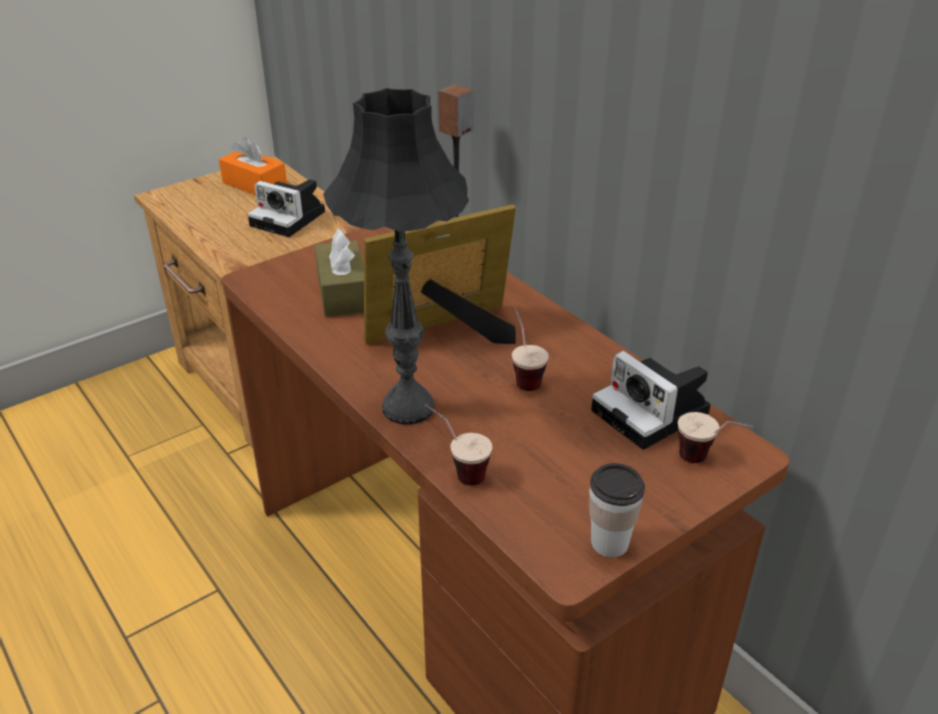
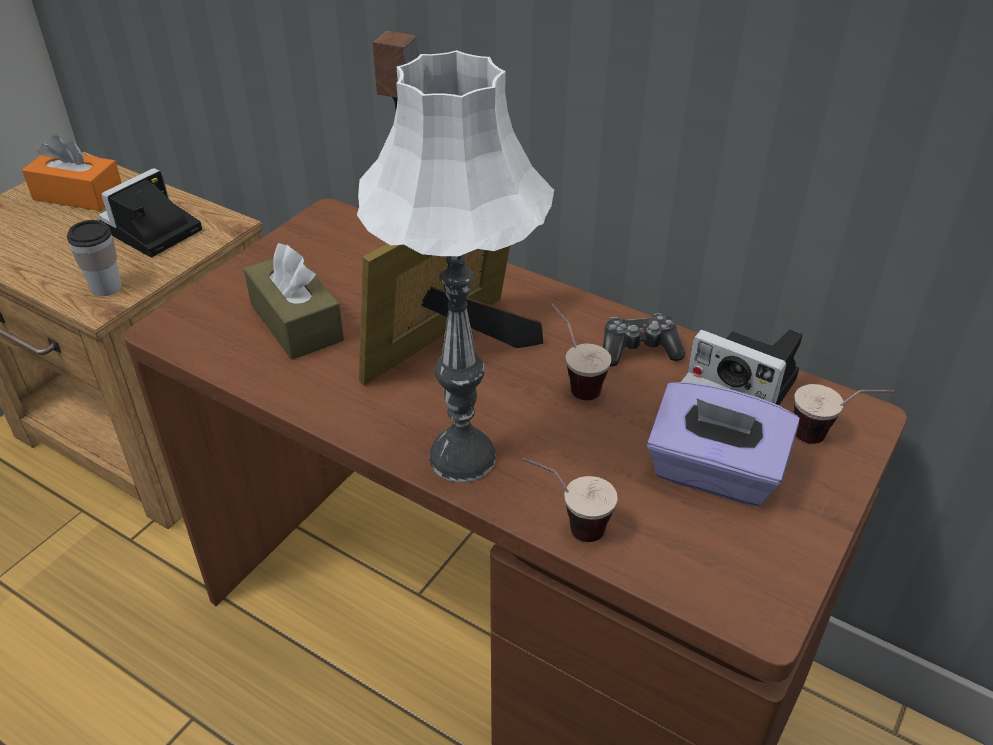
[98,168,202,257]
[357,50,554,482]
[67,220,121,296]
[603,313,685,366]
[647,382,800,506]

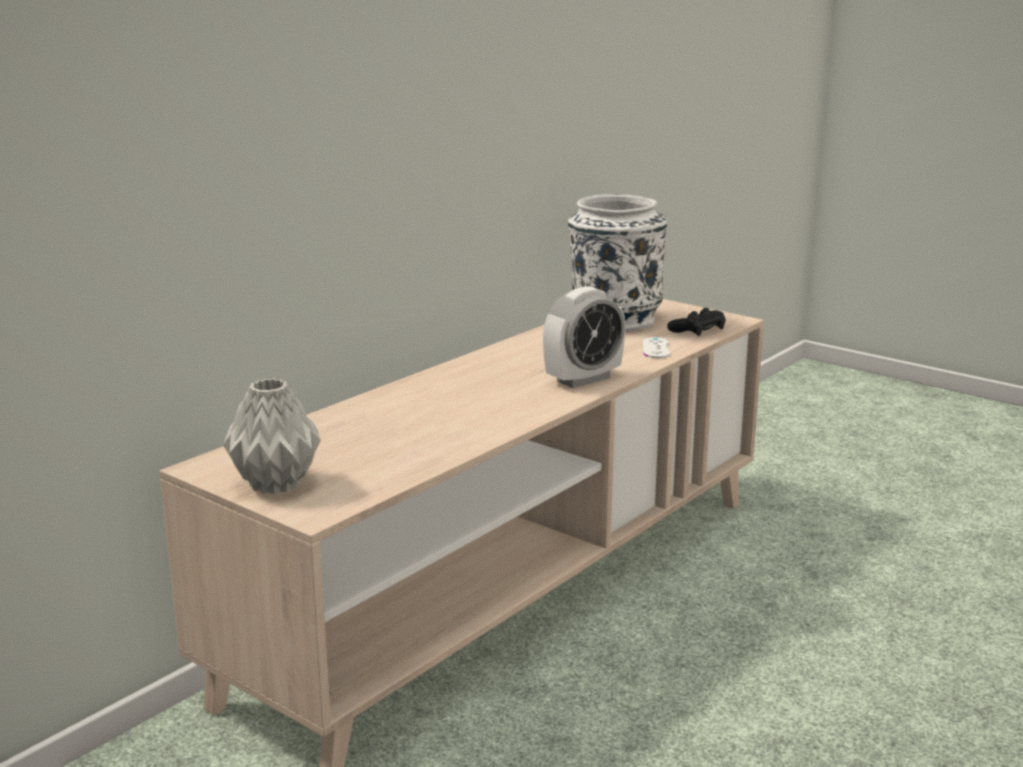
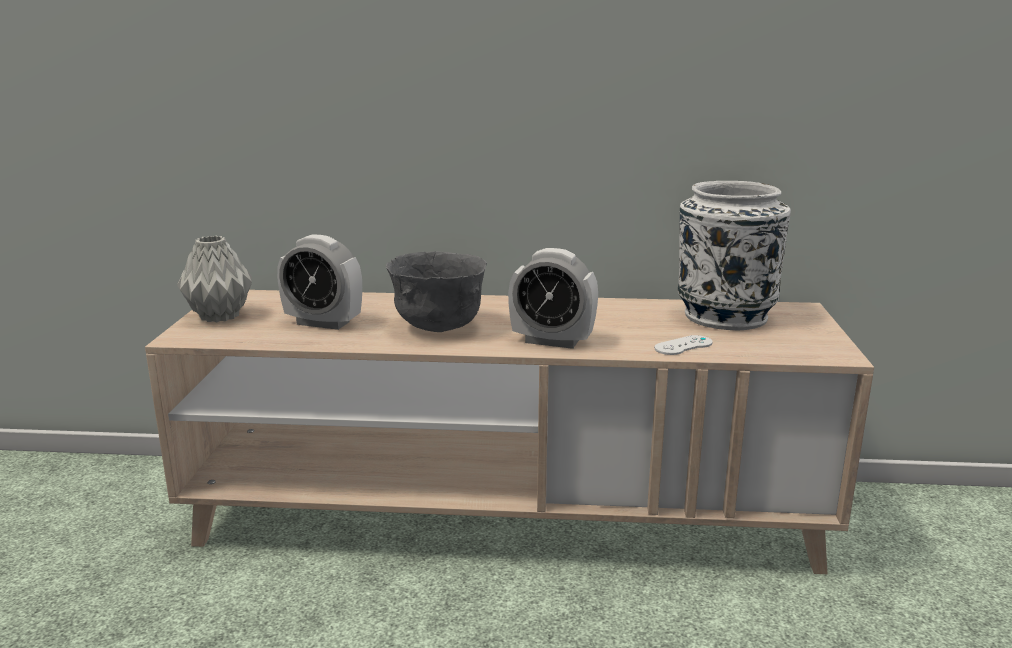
[667,308,726,336] (first image)
[277,235,362,330]
[386,251,487,332]

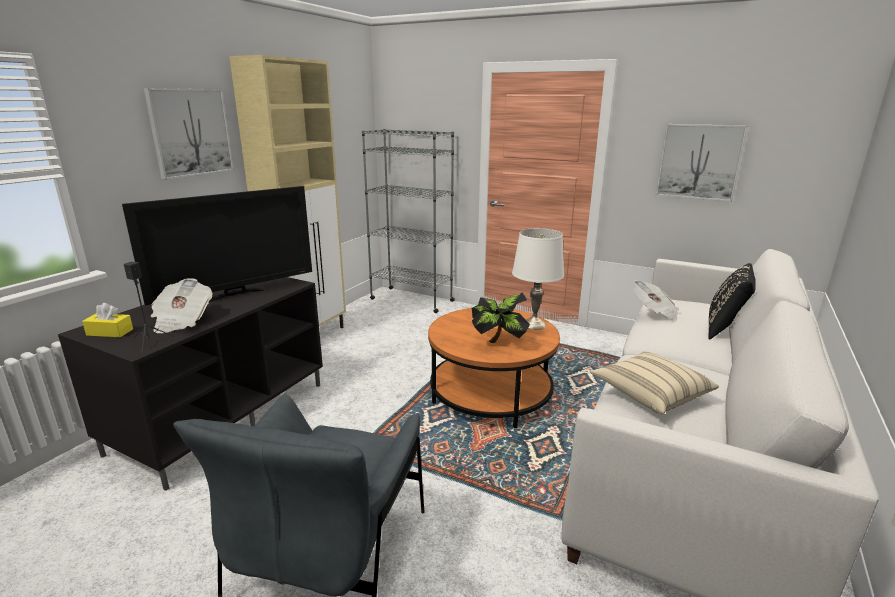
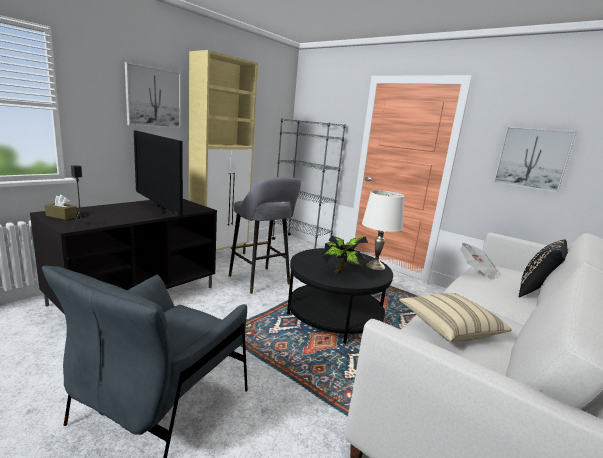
[45,195,77,220]
[134,130,183,217]
[151,278,213,333] (first image)
[287,248,393,344]
[229,177,301,294]

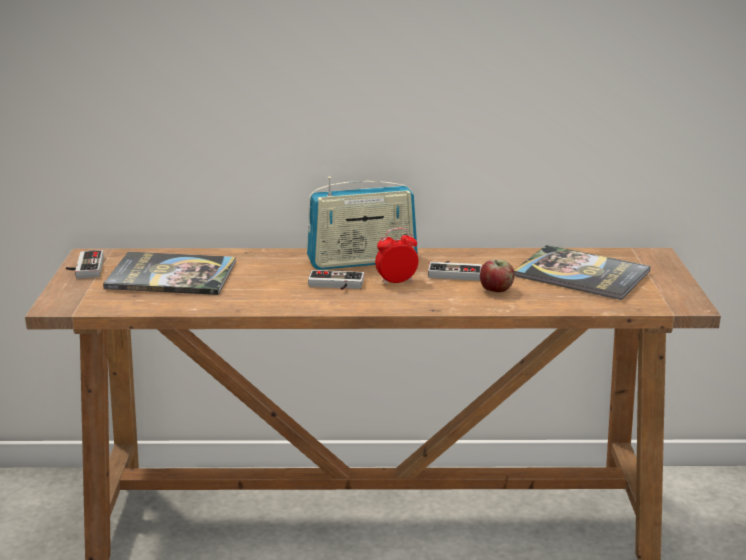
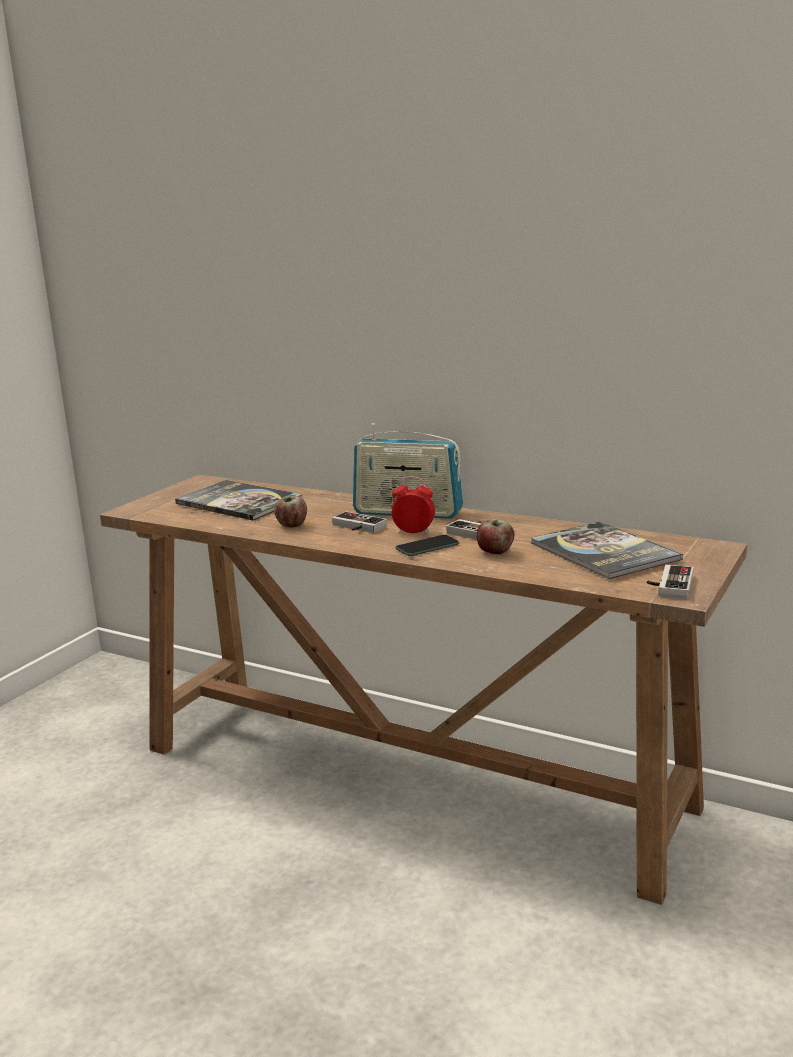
[647,564,694,599]
[274,495,307,528]
[395,535,459,556]

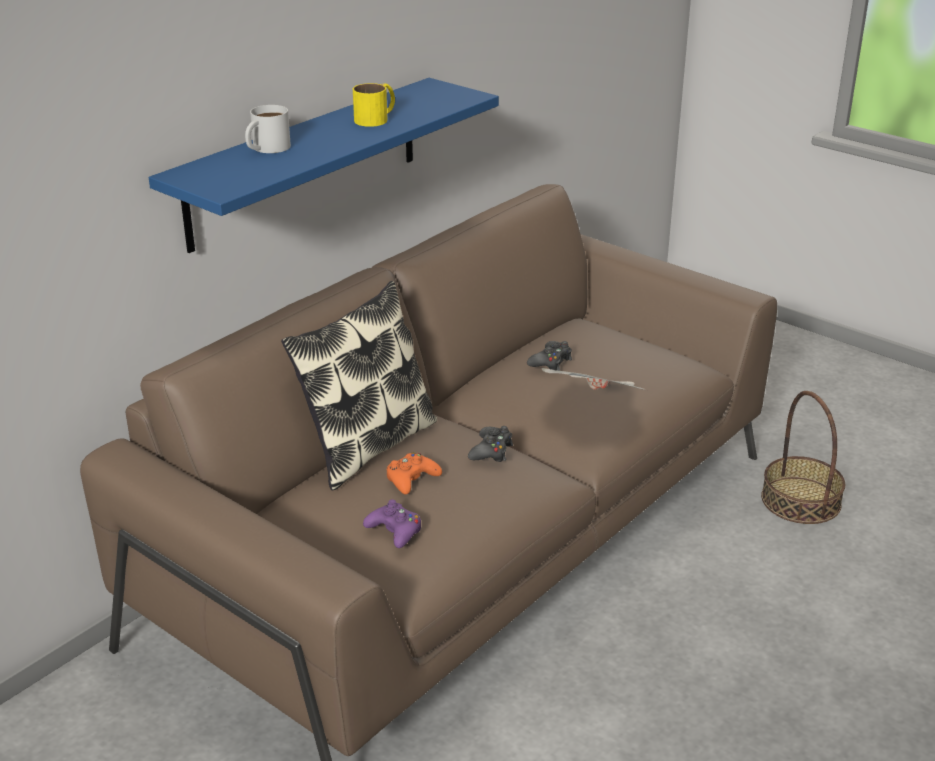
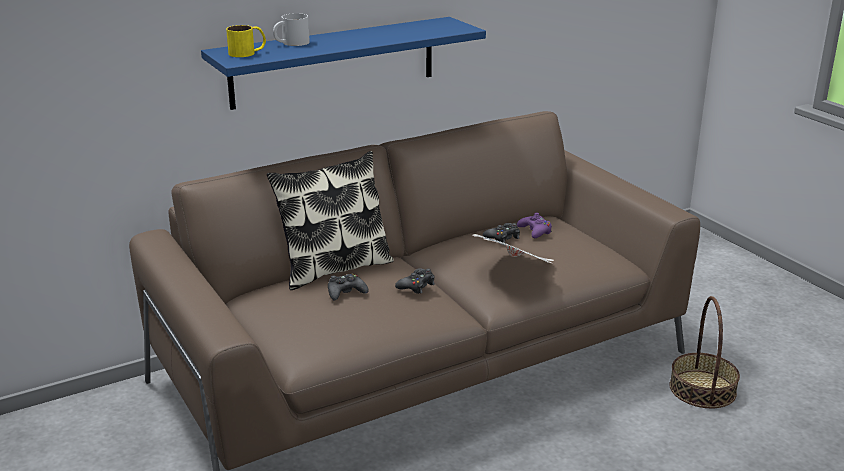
[226,25,266,57]
[517,213,552,238]
[328,274,368,300]

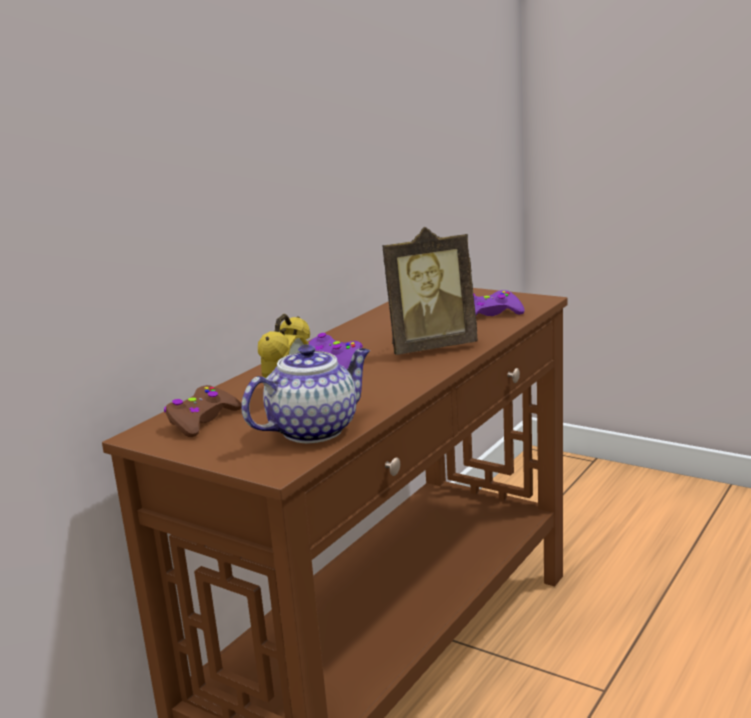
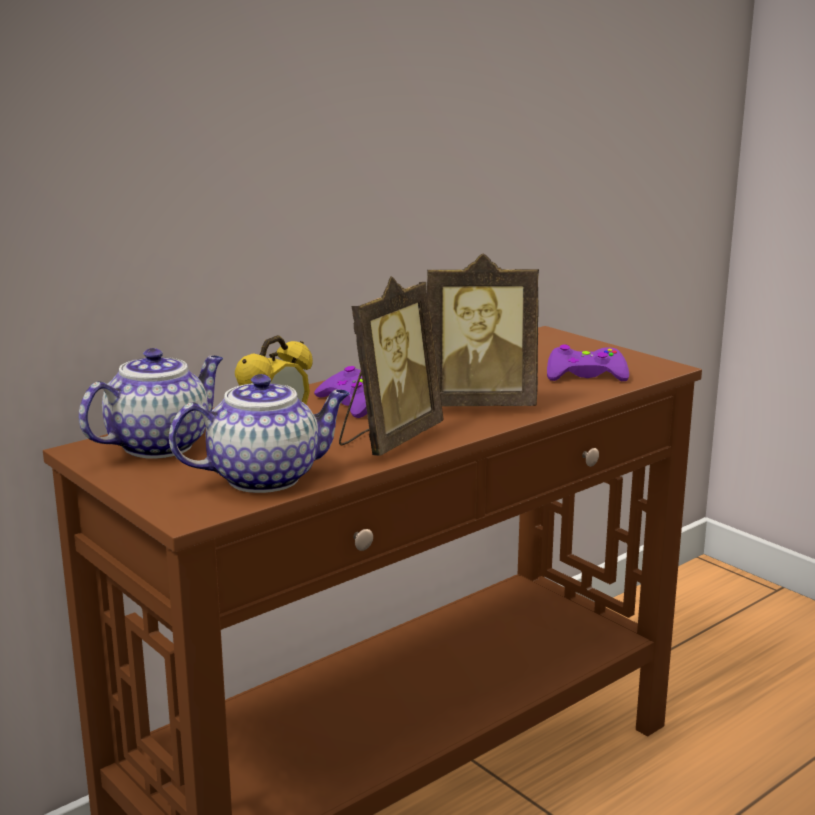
[79,348,223,459]
[339,276,443,456]

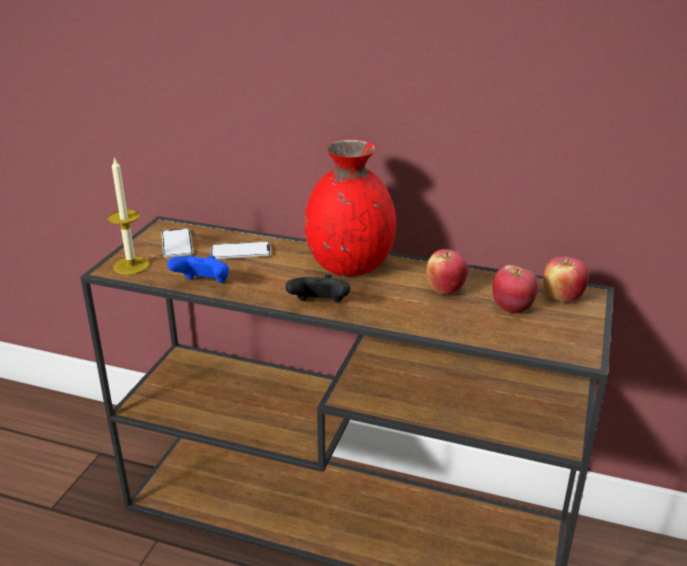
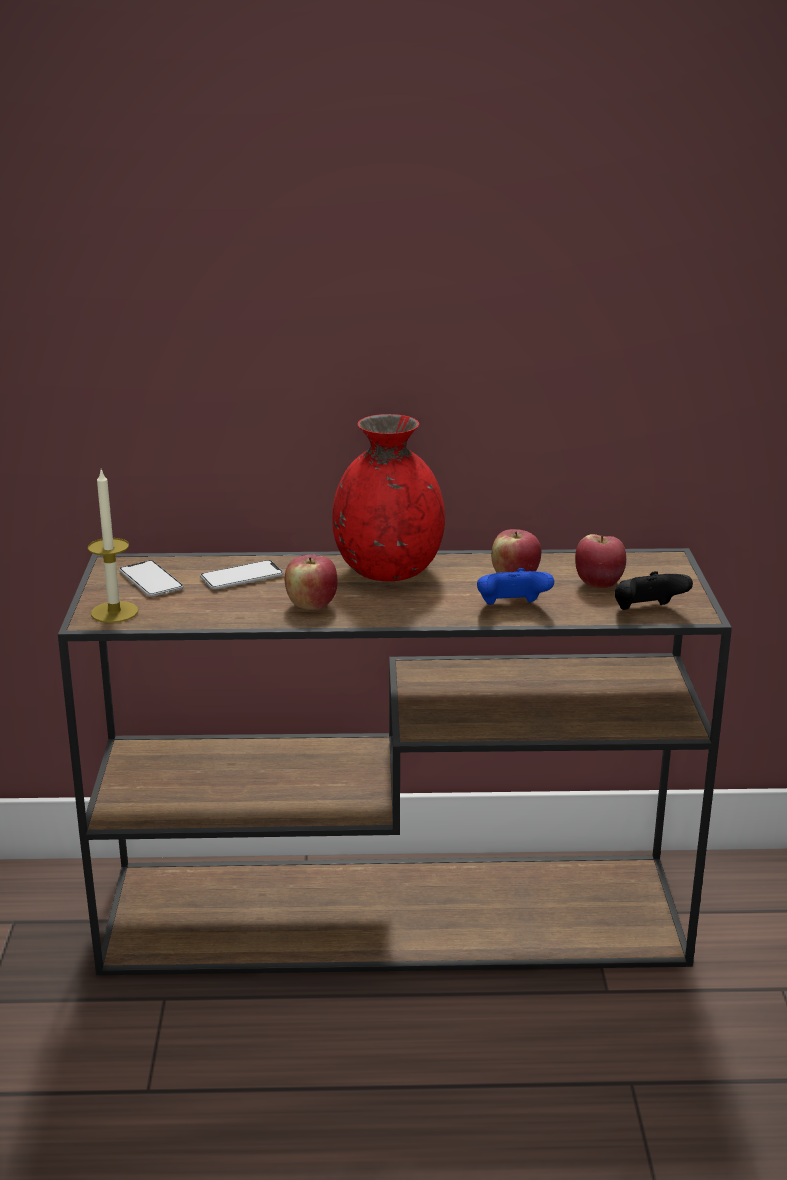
[477,568,554,605]
[615,571,693,610]
[285,555,337,610]

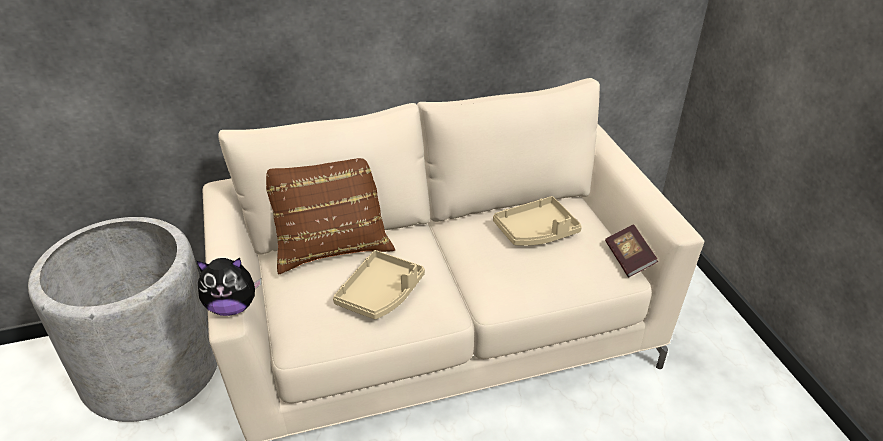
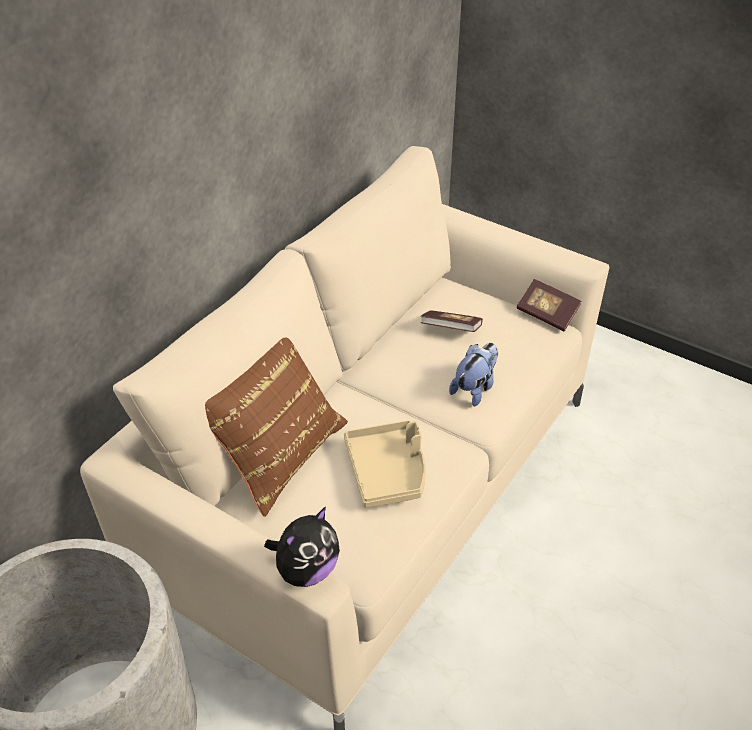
[421,310,483,332]
[449,343,498,406]

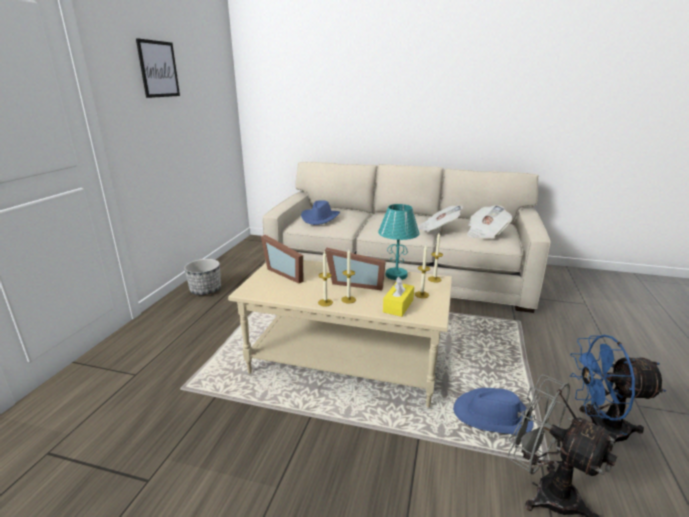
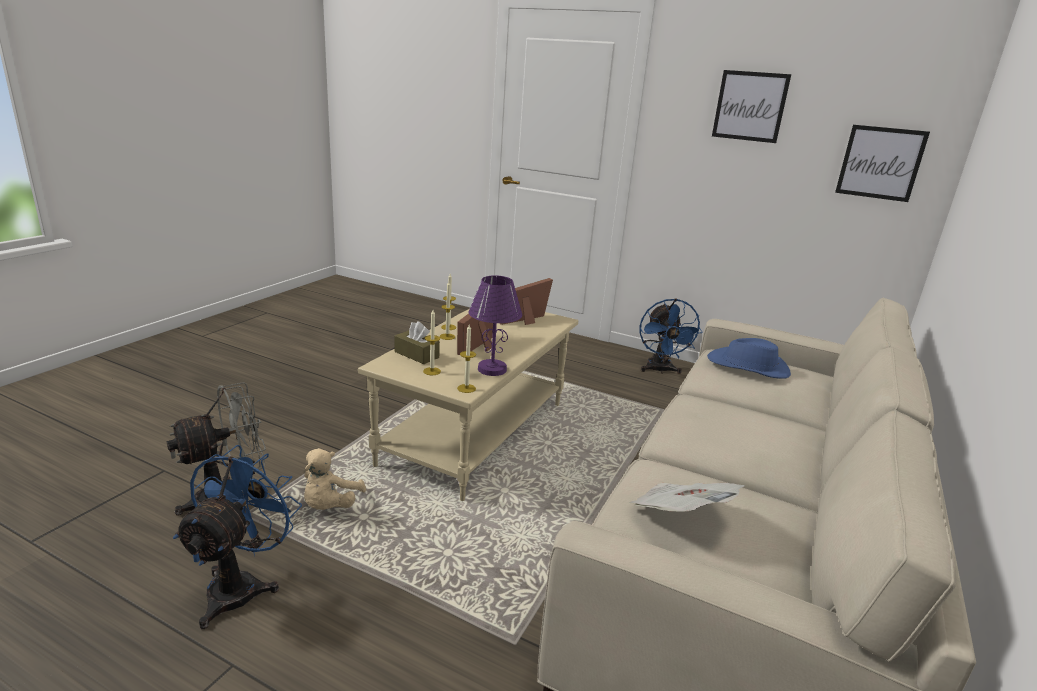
[639,299,703,374]
[469,275,522,376]
[394,321,440,364]
[417,205,463,232] (first image)
[304,448,366,510]
[835,125,930,202]

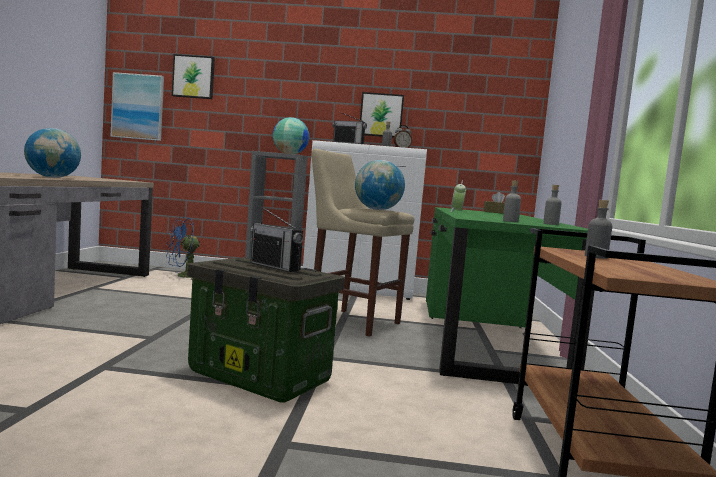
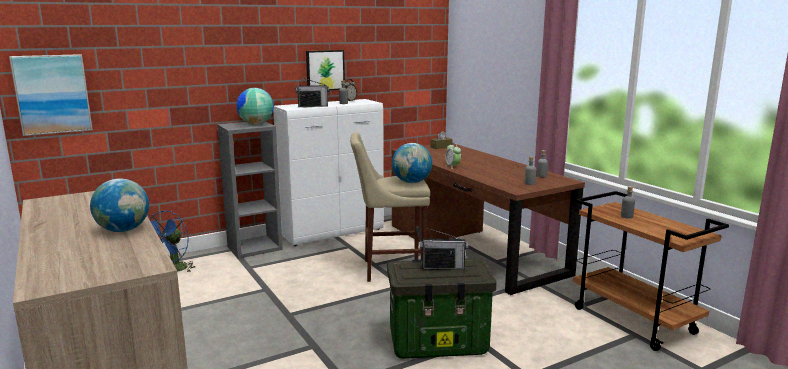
[172,54,215,99] (first image)
[392,143,585,295]

